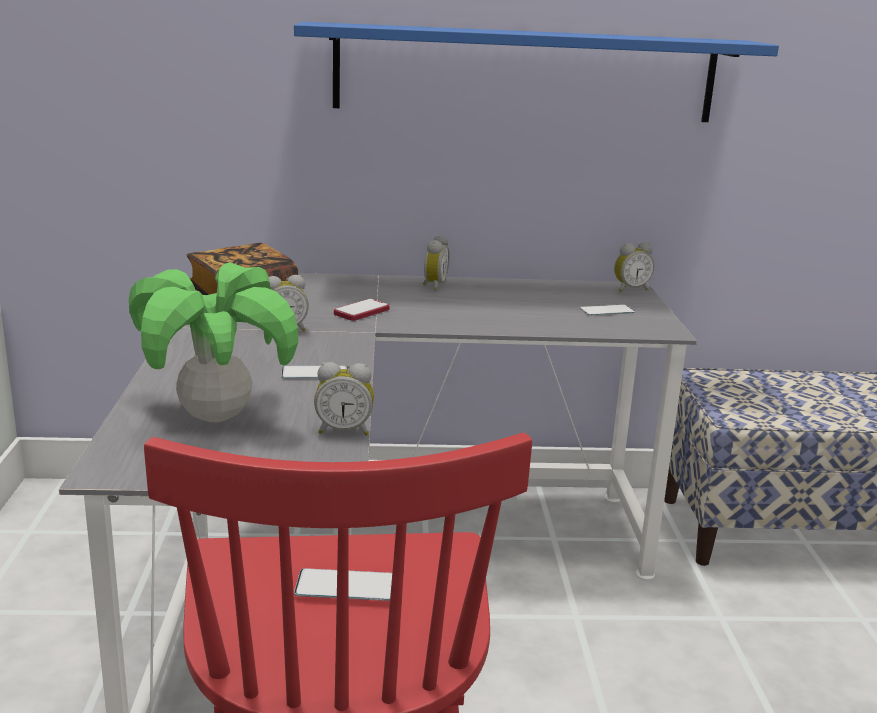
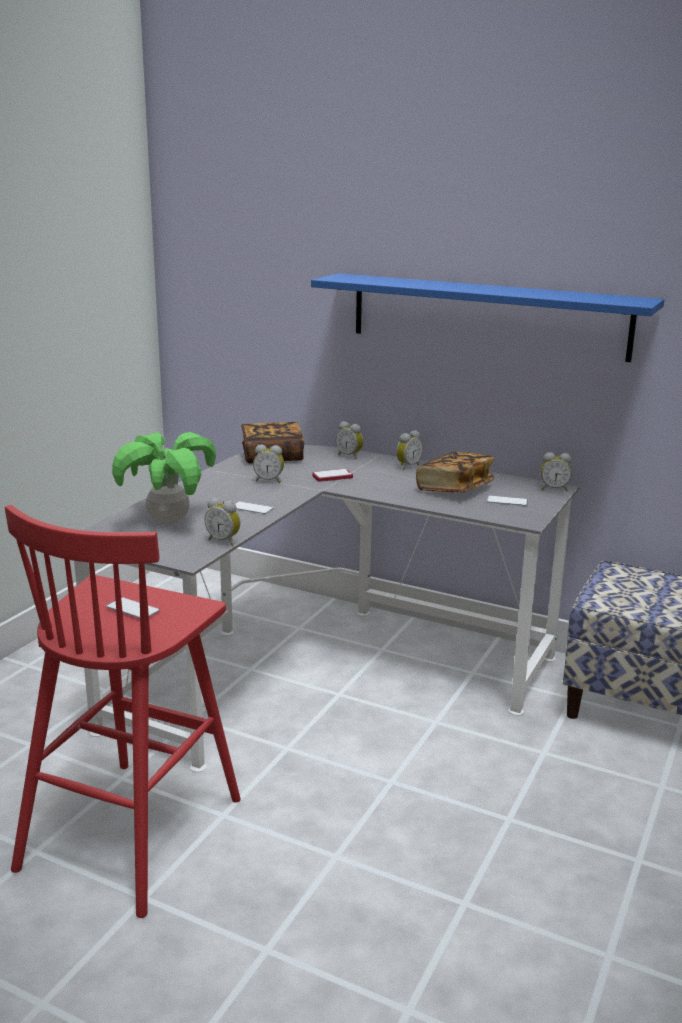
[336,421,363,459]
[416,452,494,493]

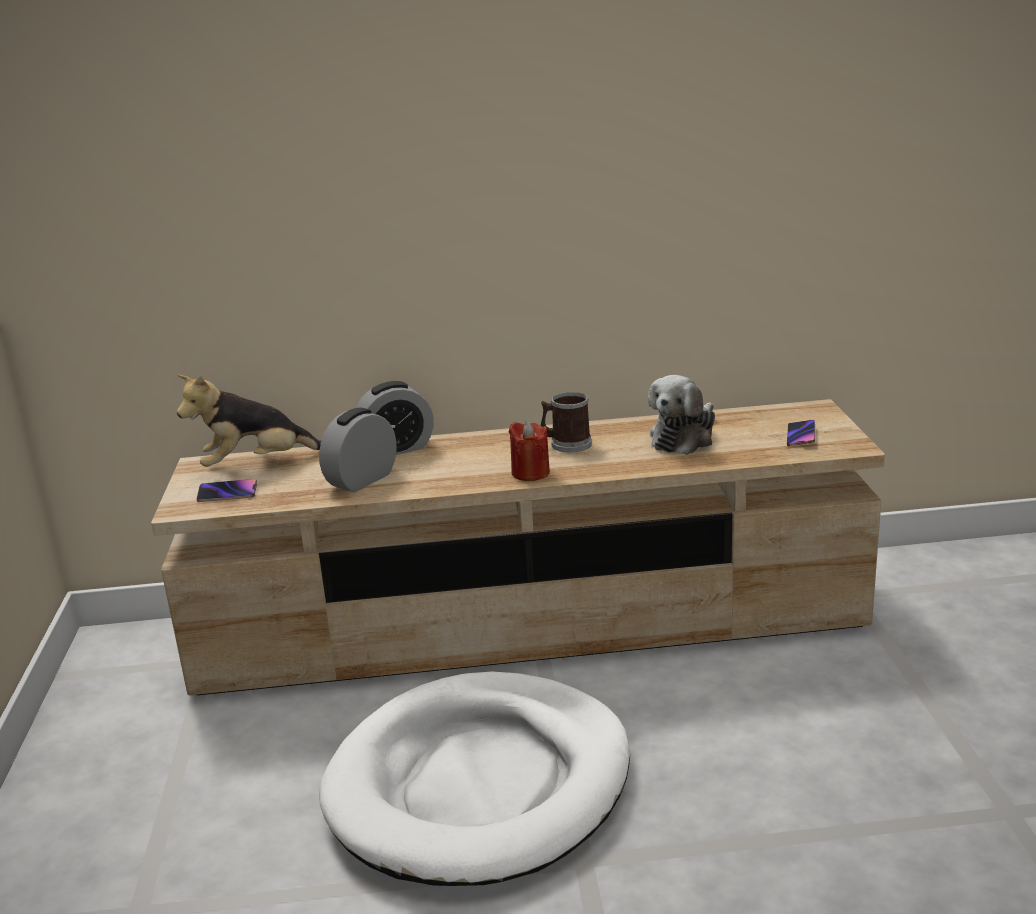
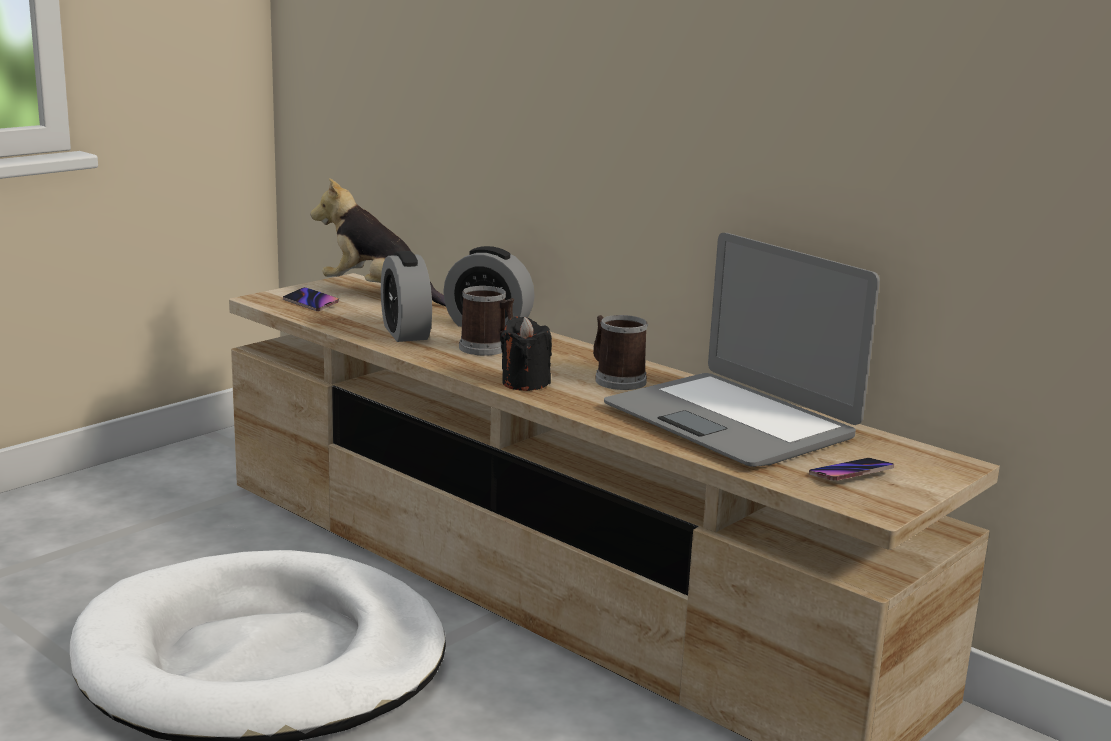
[381,251,432,342]
[500,317,552,391]
[604,233,880,467]
[459,286,514,355]

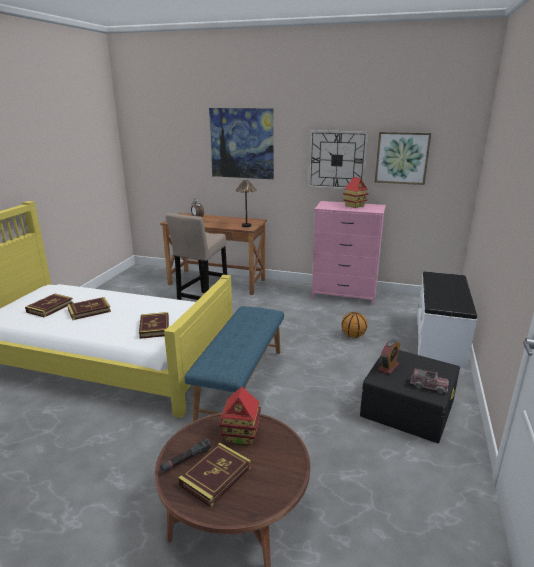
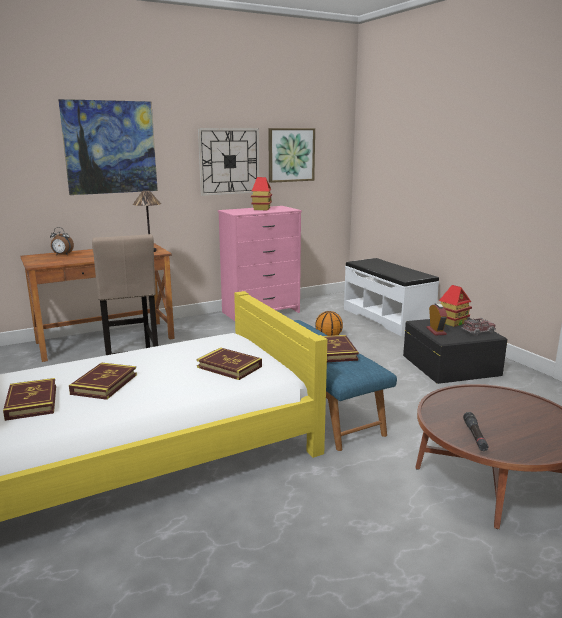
[323,335,359,362]
[439,285,472,327]

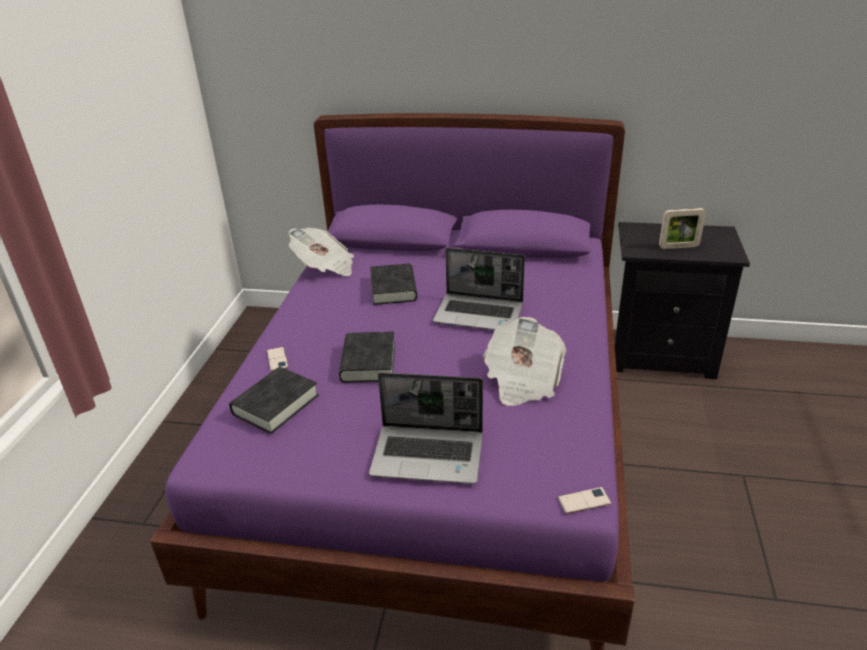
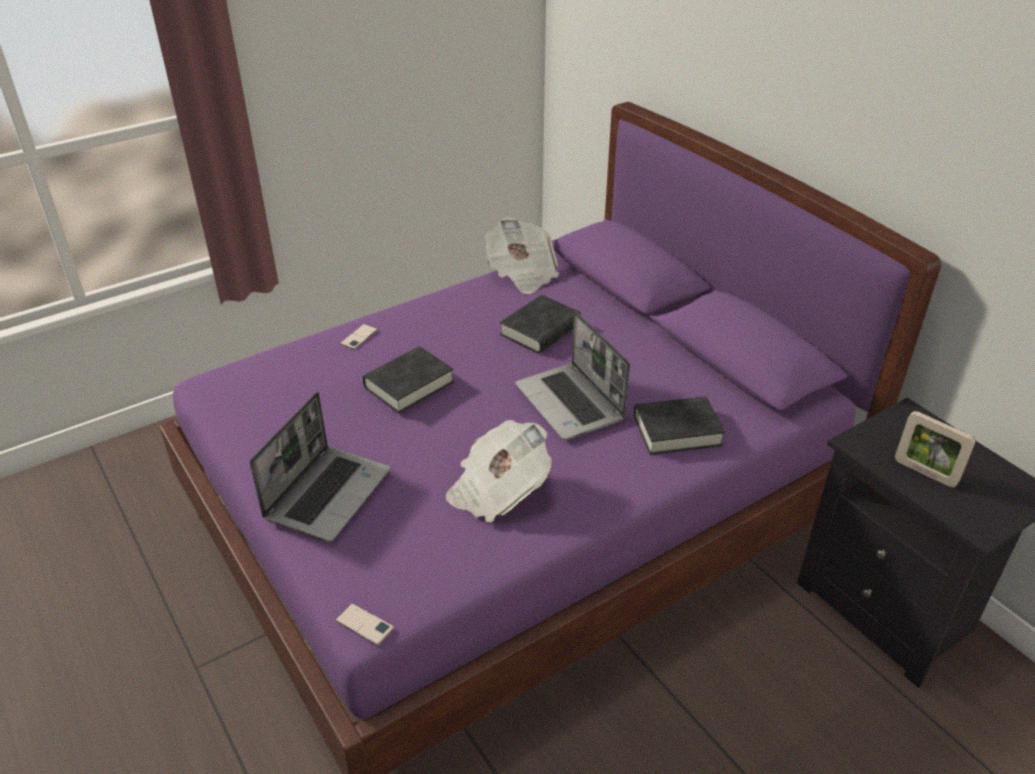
[634,396,725,455]
[250,392,390,542]

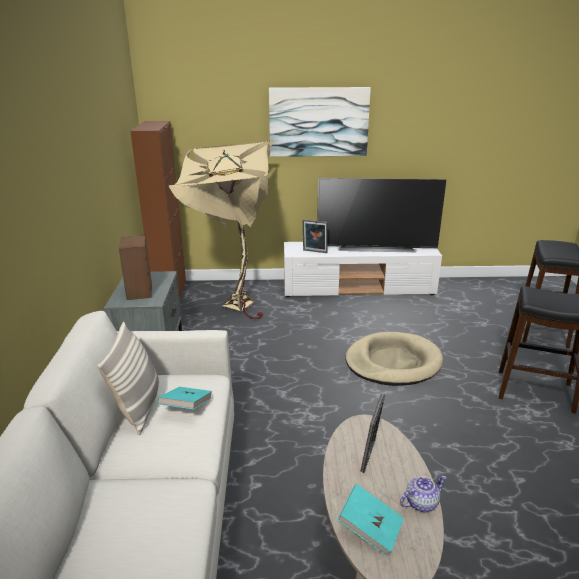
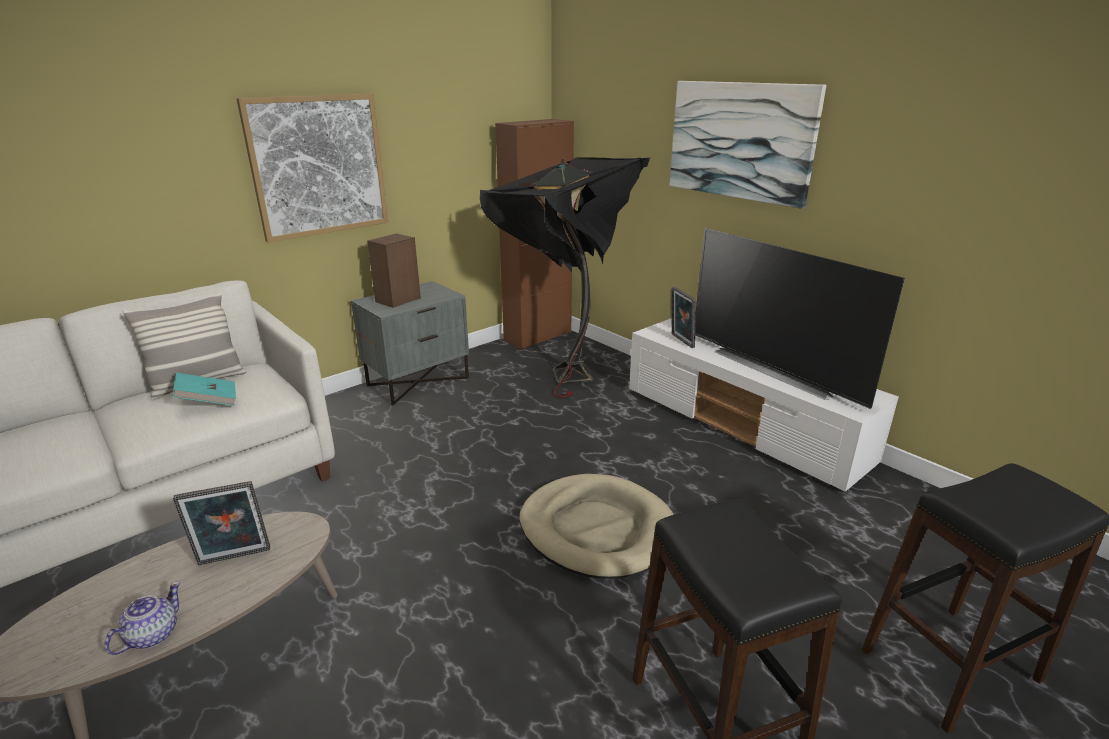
[480,157,650,398]
[337,484,404,556] (first image)
[104,581,181,655]
[236,94,388,243]

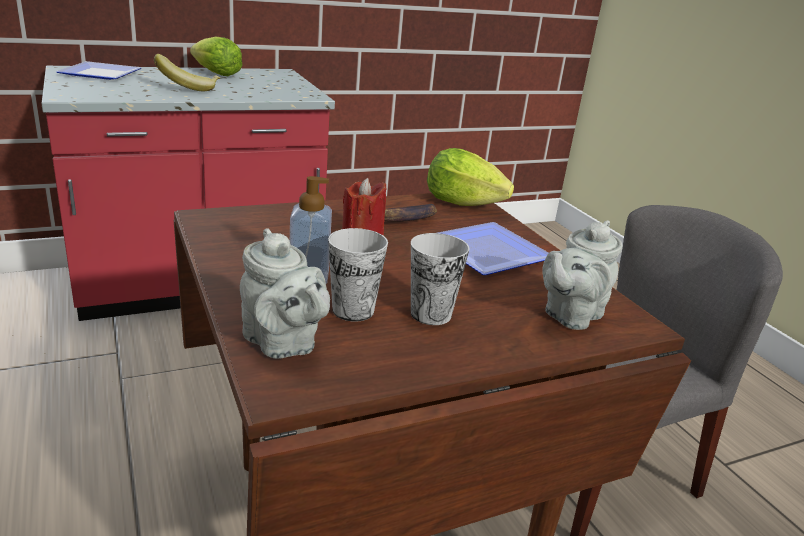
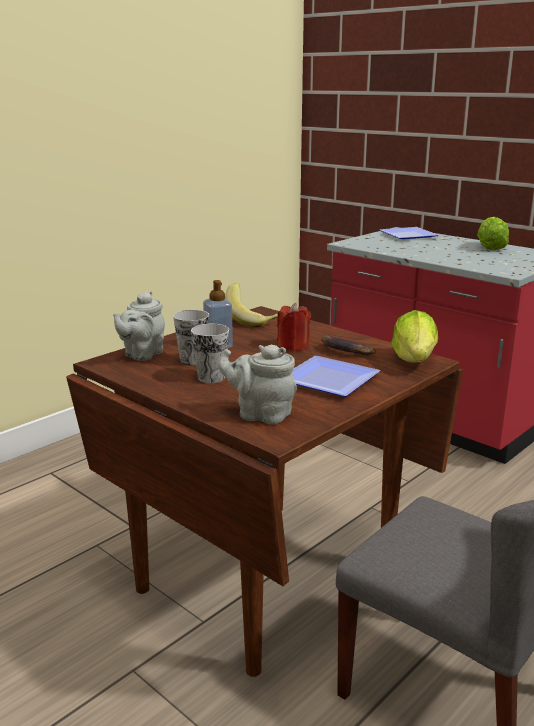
[225,283,278,327]

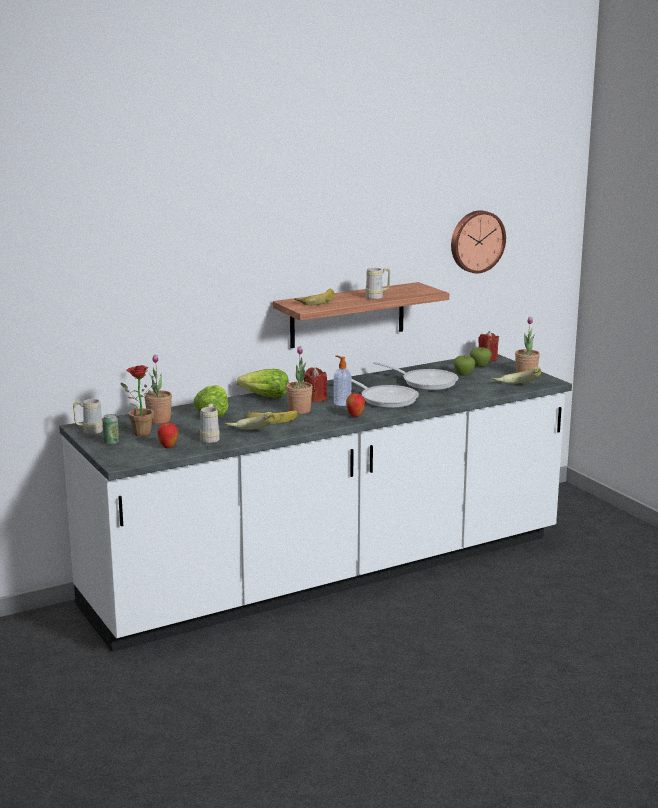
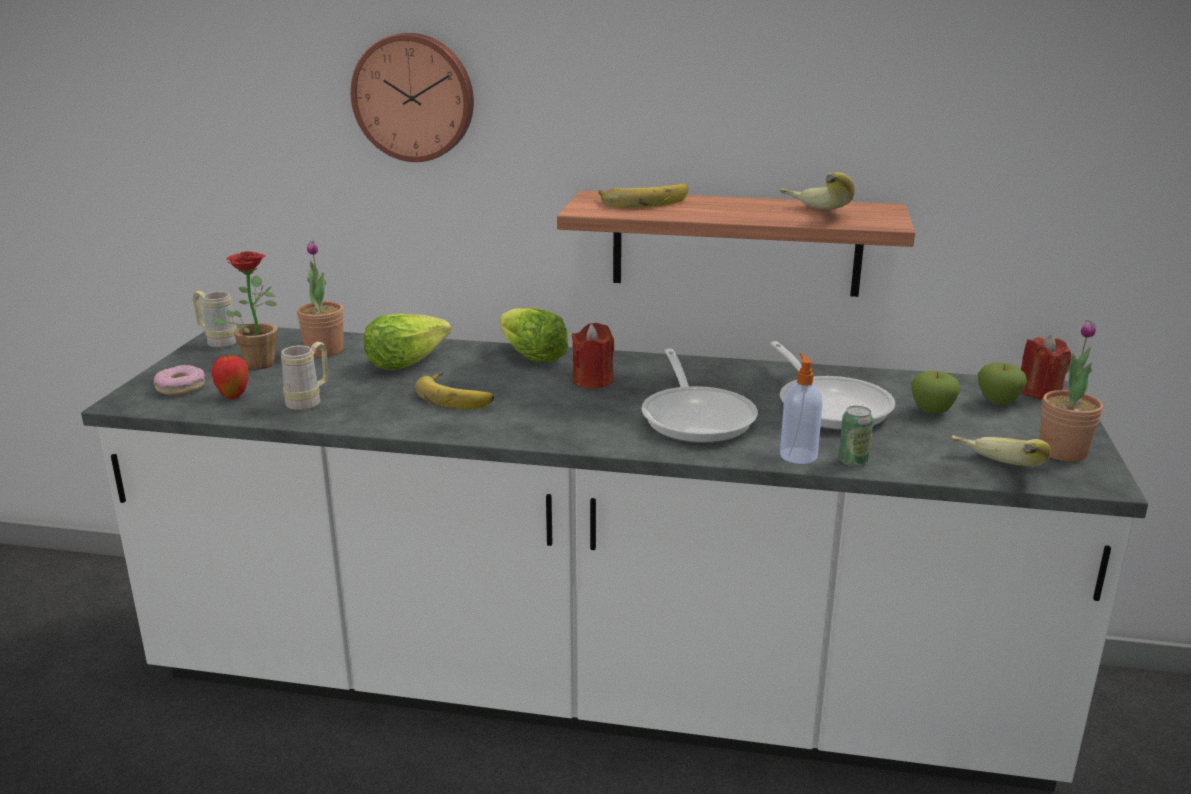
[839,406,873,466]
[780,173,855,210]
[286,346,313,414] (first image)
[780,353,823,464]
[346,393,365,417] (first image)
[365,268,390,299] (first image)
[350,33,474,162]
[154,365,205,396]

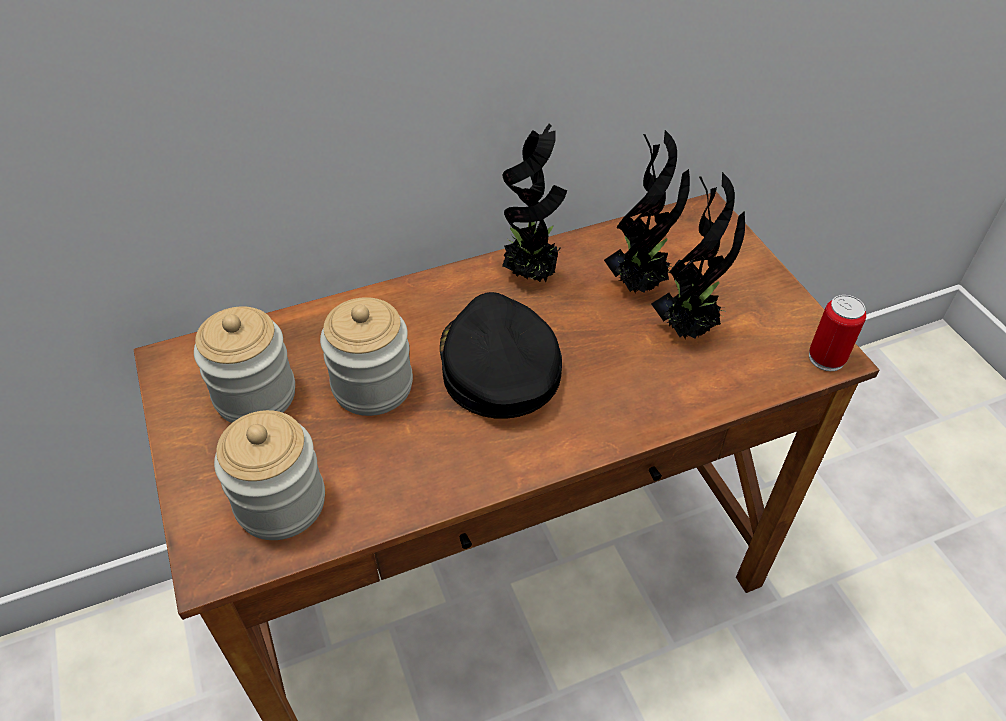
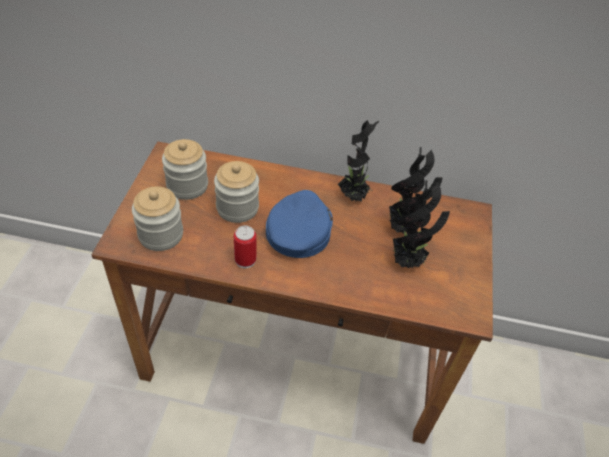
[266,190,333,258]
[234,226,256,268]

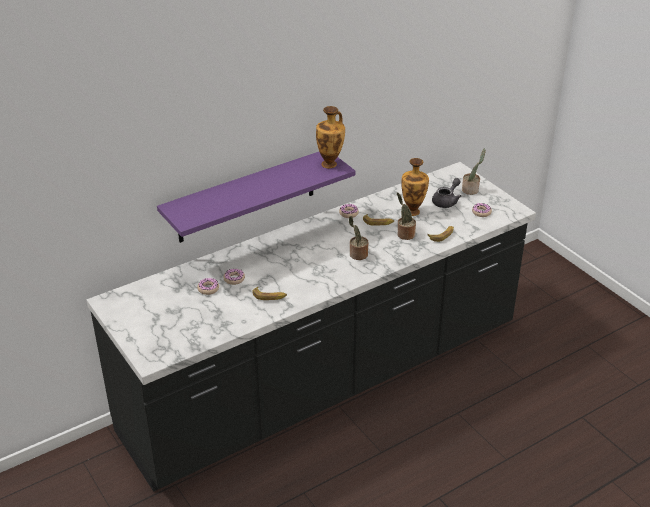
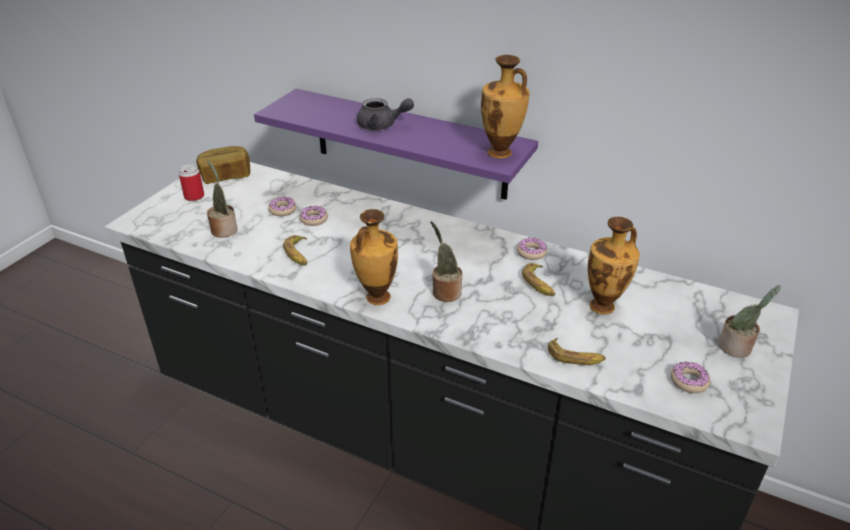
[207,160,237,238]
[357,98,414,130]
[179,164,204,201]
[196,146,250,184]
[350,209,398,305]

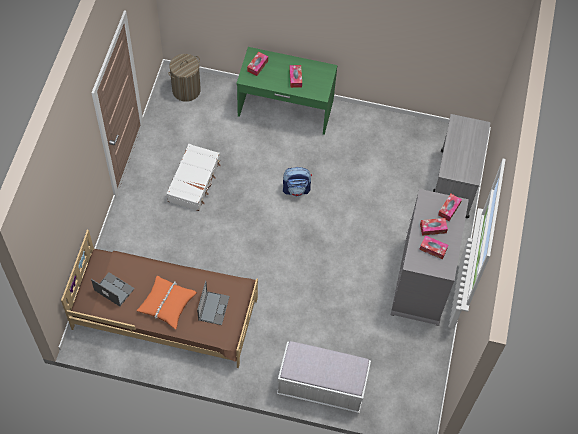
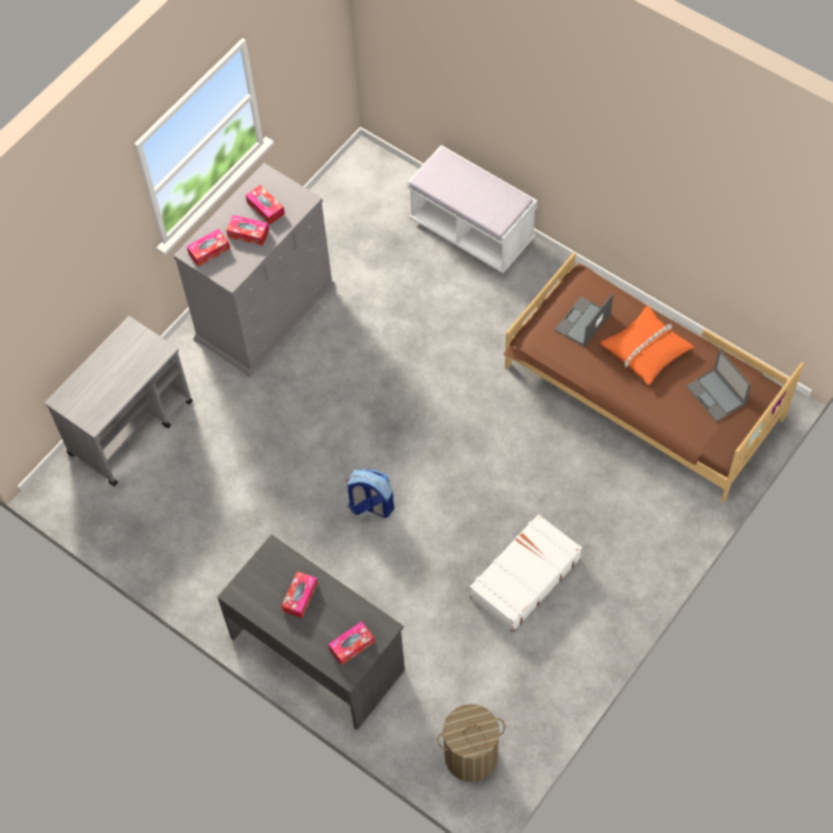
[217,534,405,730]

